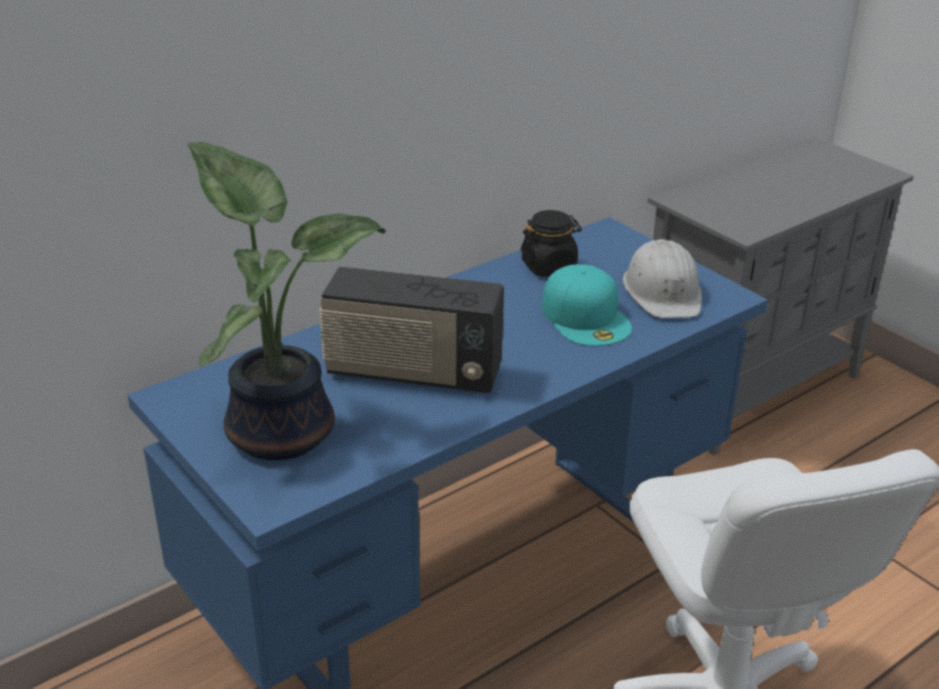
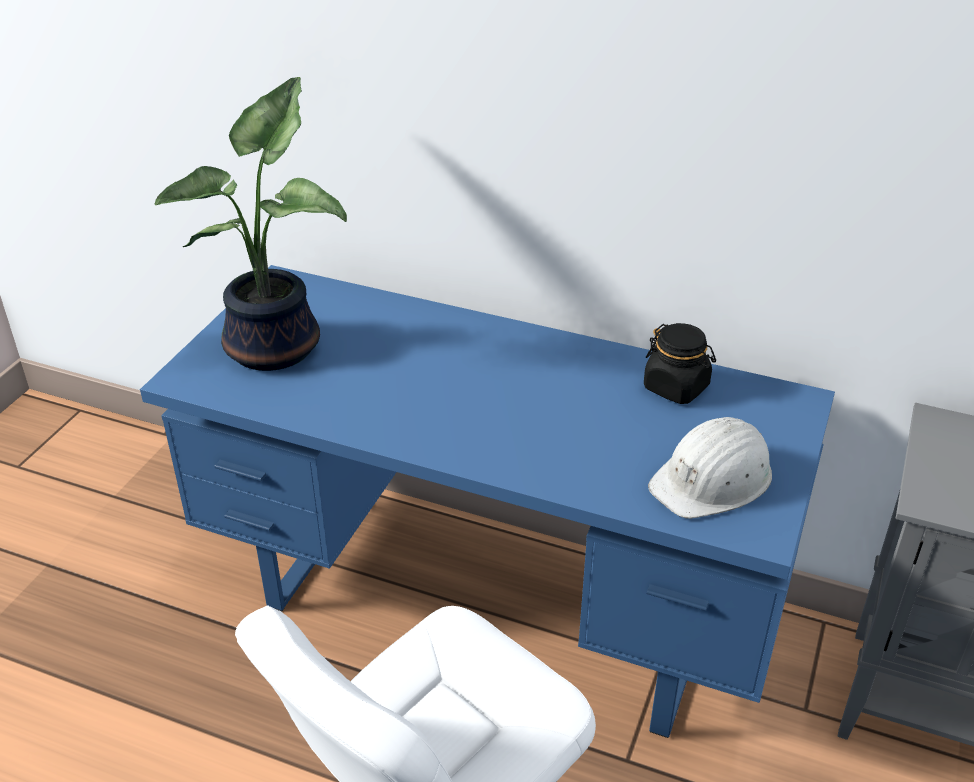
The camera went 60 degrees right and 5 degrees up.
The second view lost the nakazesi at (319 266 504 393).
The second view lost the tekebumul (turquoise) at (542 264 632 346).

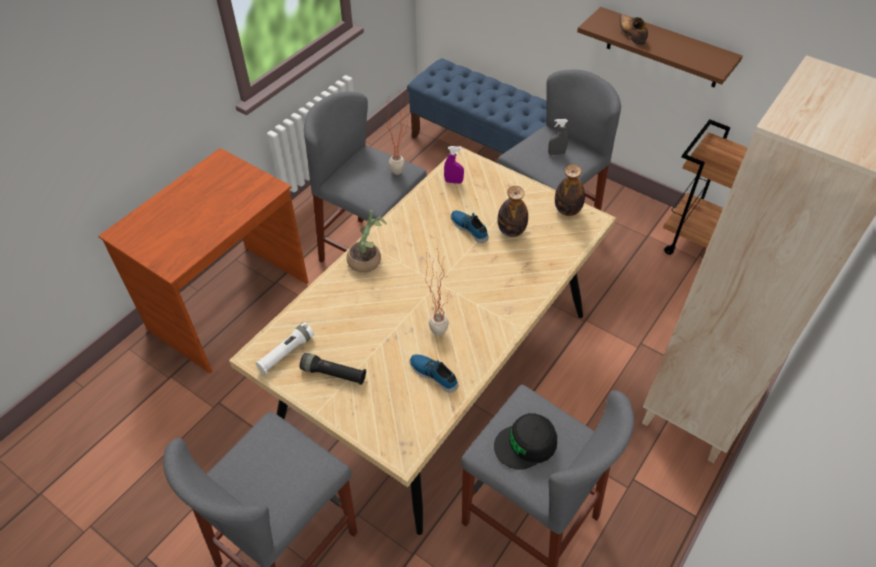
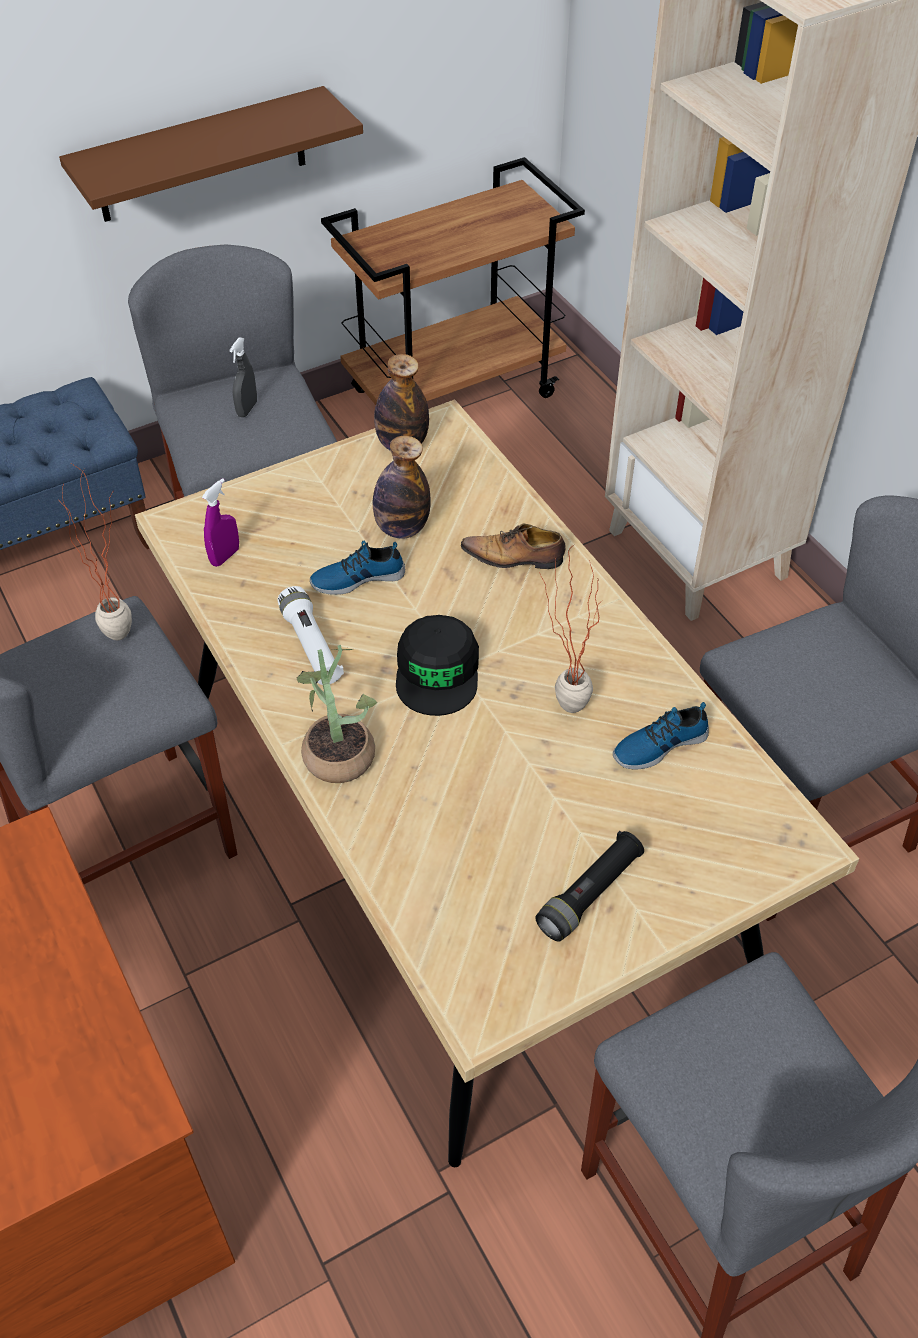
The camera went 65 degrees left and 0 degrees up.
The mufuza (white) ended up elsewhere, having gone from (255 323 314 374) to (278 586 344 685).
The tekebumul (black) ended up elsewhere, having gone from (494 413 557 470) to (396 615 479 716).
The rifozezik ended up elsewhere, having gone from (620 14 648 45) to (461 523 566 569).

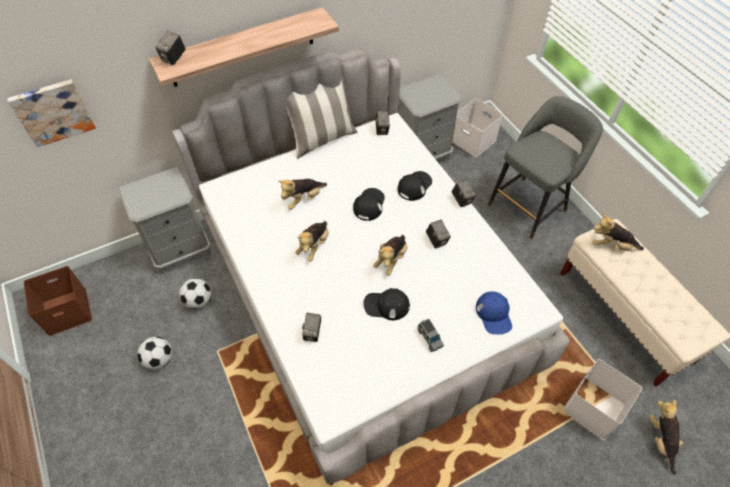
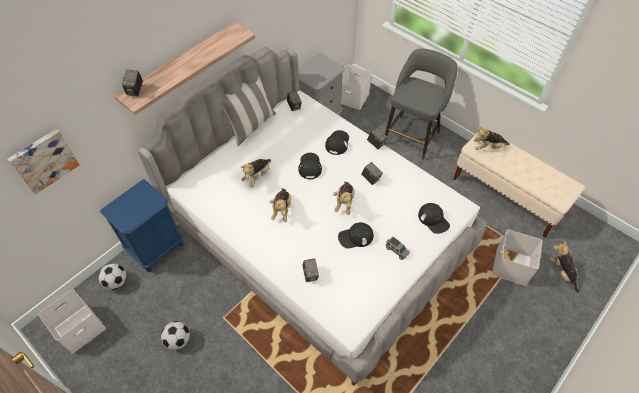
The camera went 20 degrees left and 0 degrees up.
What was the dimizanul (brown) at (24 266 92 336) turned into the dimizanul (white) at (38 289 105 354).
The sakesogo ended up elsewhere, having gone from (179 278 211 309) to (98 263 127 290).
What was the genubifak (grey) at (118 167 211 274) turned into the genubifak (blue) at (100 179 184 272).
What was the tekebumul (blue) at (476 291 512 335) turned into the tekebumul (black) at (418 203 450 234).

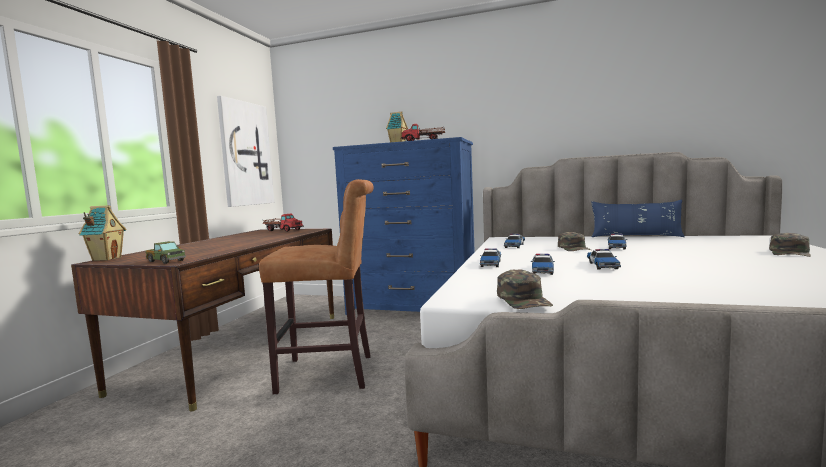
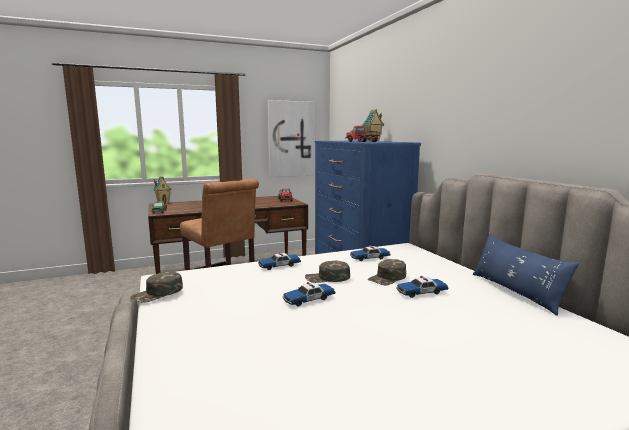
The camera went 50 degrees right and 5 degrees up.
The tekebumul (green) ended up elsewhere, having gone from (769 233 811 257) to (305 260 350 283).
The second view lost the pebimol at (531 254 555 275).

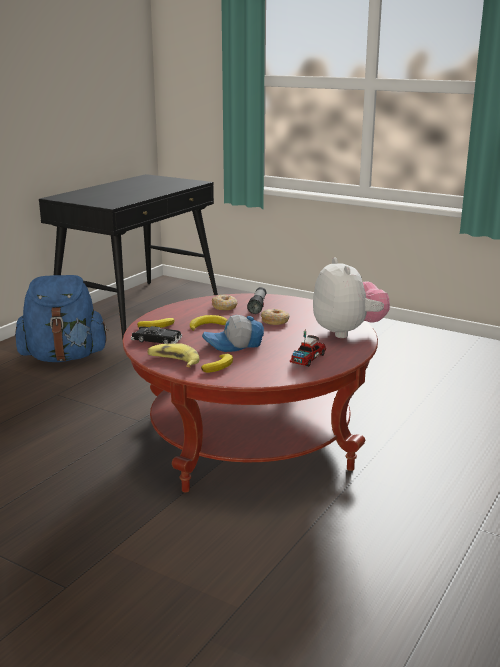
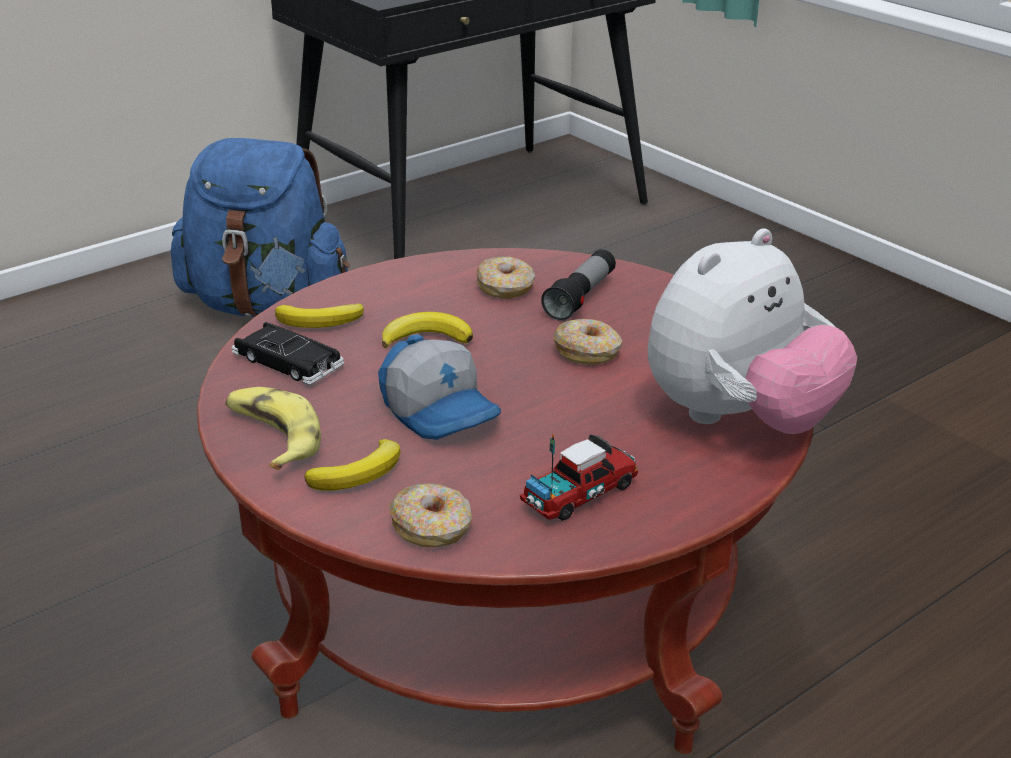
The camera went 20 degrees right and 10 degrees up.
The tekebumul at (202 315 264 352) ended up facing another way, 135 degrees counterclockwise from before.
The second view gained the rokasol at (390 483 473 547).
The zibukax at (313 257 390 338) ended up facing another way, 45 degrees clockwise from before.

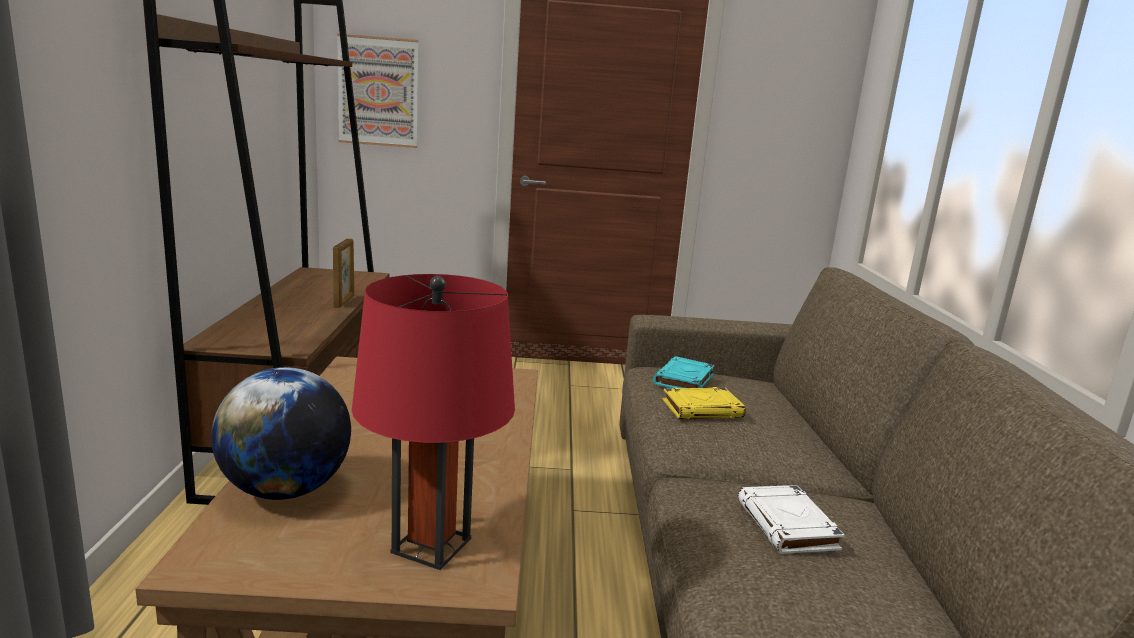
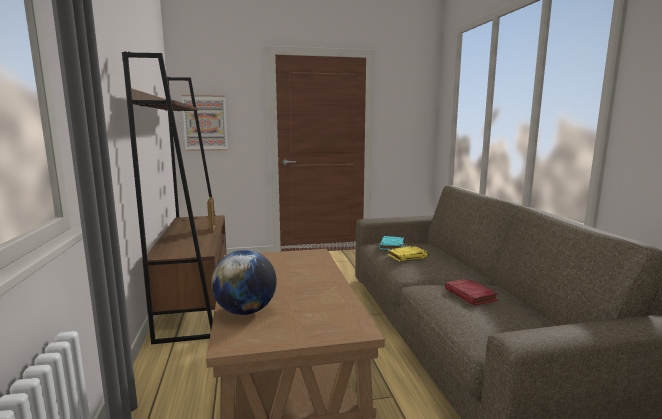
The camera went 10 degrees left and 5 degrees down.
What was the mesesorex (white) at (738 485 845 554) turned into the mesesorex (red) at (445 278 498 306).
The second view lost the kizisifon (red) at (351 274 515 570).

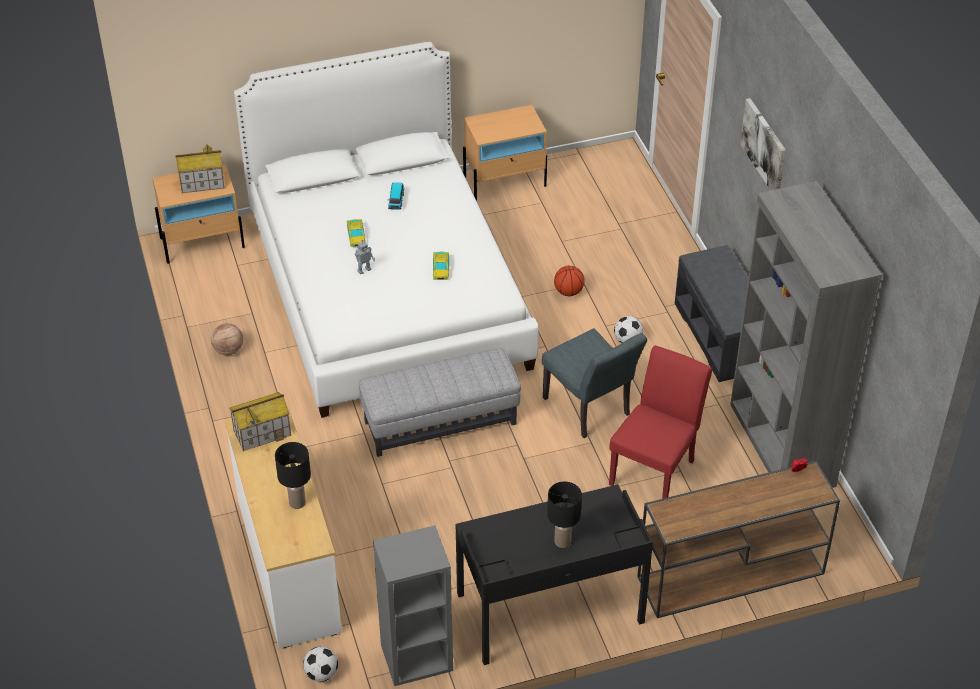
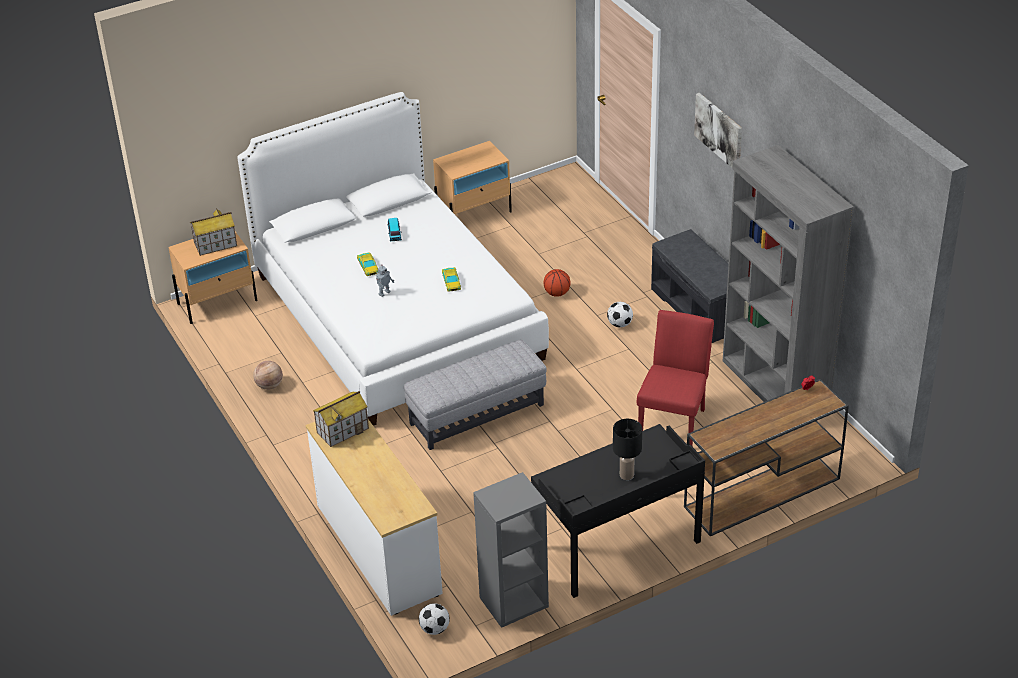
The camera went 10 degrees left and 5 degrees down.
The second view lost the kizisifon (black) at (275 442 311 509).
The second view lost the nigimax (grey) at (542 329 647 438).

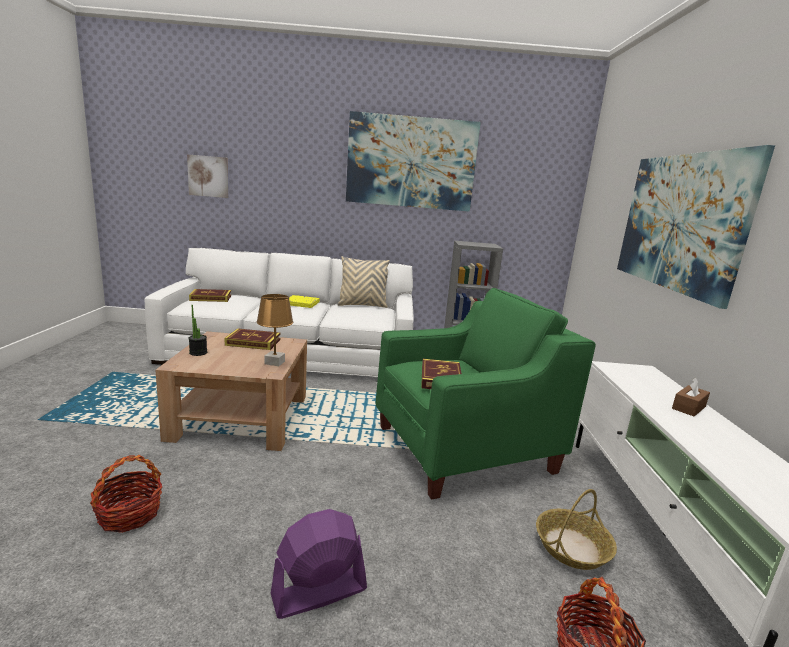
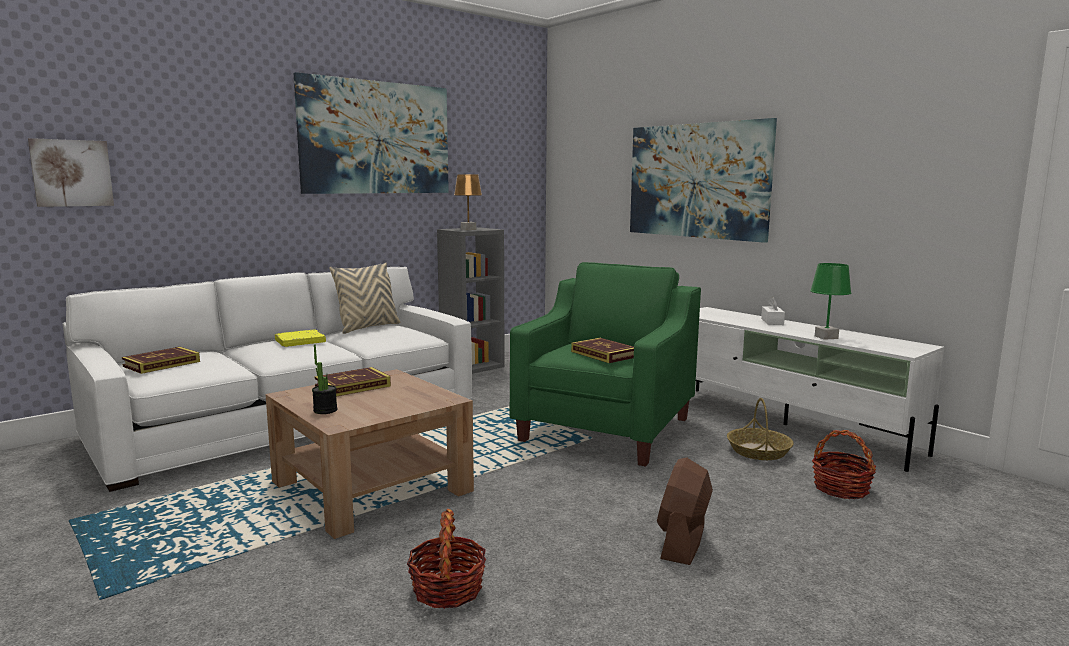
The camera went 40 degrees left and 5 degrees down.
The kizisifon (brown) ended up elsewhere, having gone from (257 294 293 366) to (454 174 482 230).
What was the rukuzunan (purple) at (271 509 367 619) turned into the rukuzunan (brown) at (657 457 713 565).
What was the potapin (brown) at (672 377 710 416) turned into the potapin (white) at (761 297 785 325).
The second view gained the kizisifon (green) at (810 263 851 340).

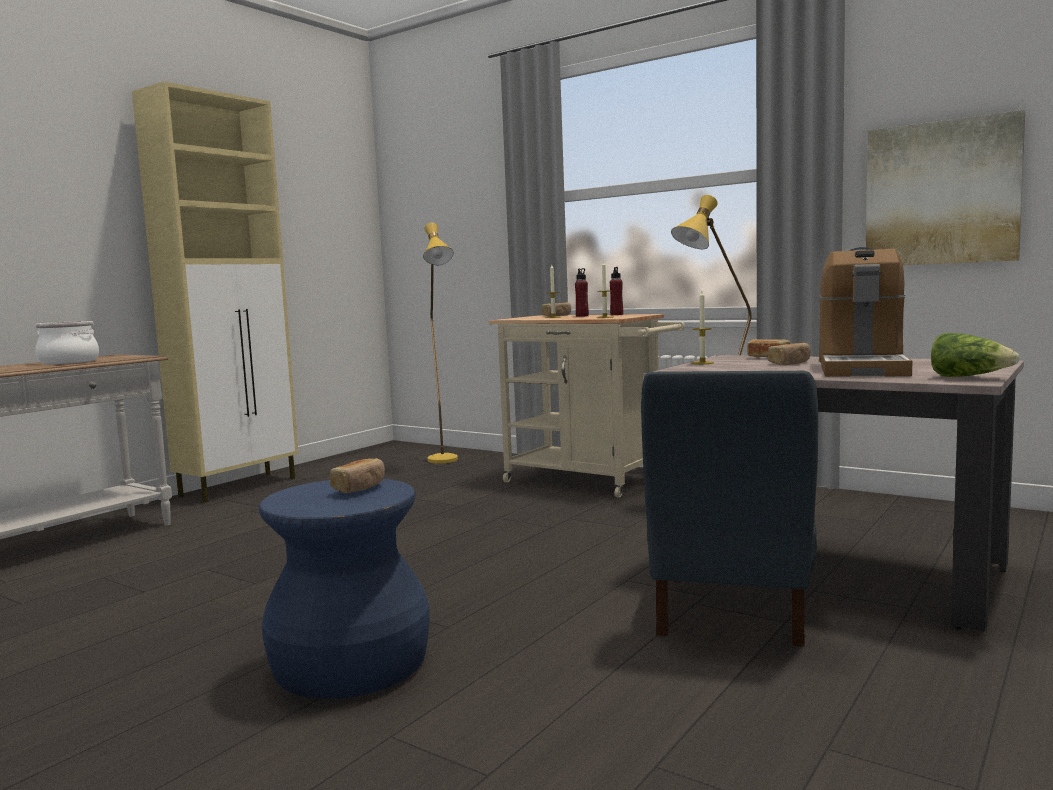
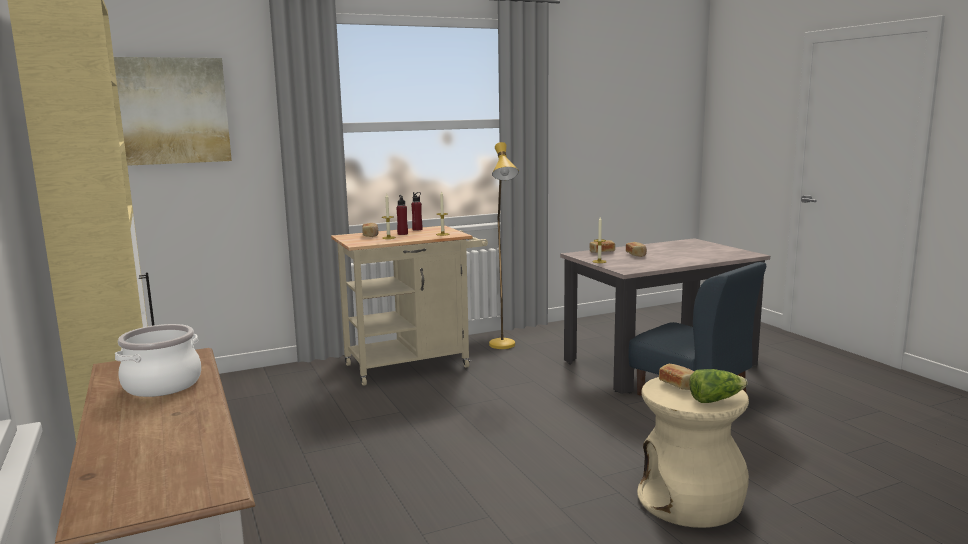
The camera went 60 degrees left and 5 degrees up.
The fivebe ended up elsewhere, having gone from (866 110 1025 265) to (114 57 232 166).
What was the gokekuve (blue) at (259 479 430 699) turned into the gokekuve (beige) at (637 377 749 528).
The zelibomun ended up elsewhere, having gone from (931 333 1019 377) to (689 369 748 403).
The second view lost the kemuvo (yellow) at (423 222 458 464).
The second view lost the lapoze at (819 247 912 377).

